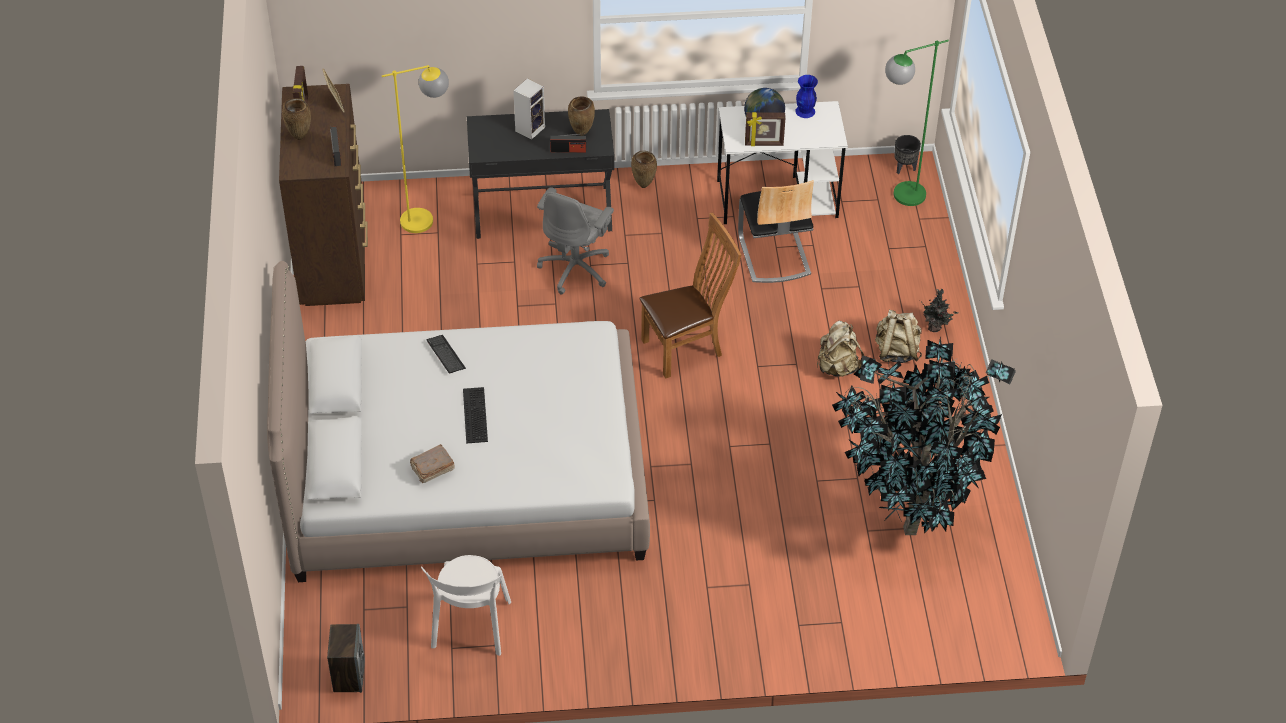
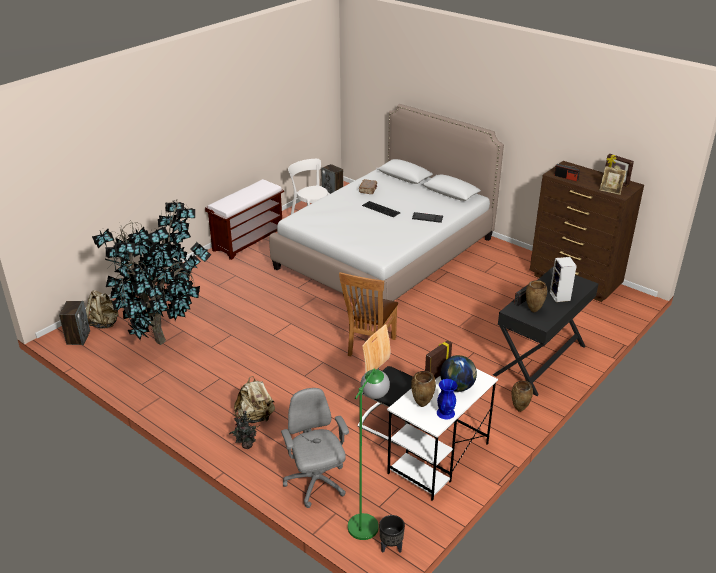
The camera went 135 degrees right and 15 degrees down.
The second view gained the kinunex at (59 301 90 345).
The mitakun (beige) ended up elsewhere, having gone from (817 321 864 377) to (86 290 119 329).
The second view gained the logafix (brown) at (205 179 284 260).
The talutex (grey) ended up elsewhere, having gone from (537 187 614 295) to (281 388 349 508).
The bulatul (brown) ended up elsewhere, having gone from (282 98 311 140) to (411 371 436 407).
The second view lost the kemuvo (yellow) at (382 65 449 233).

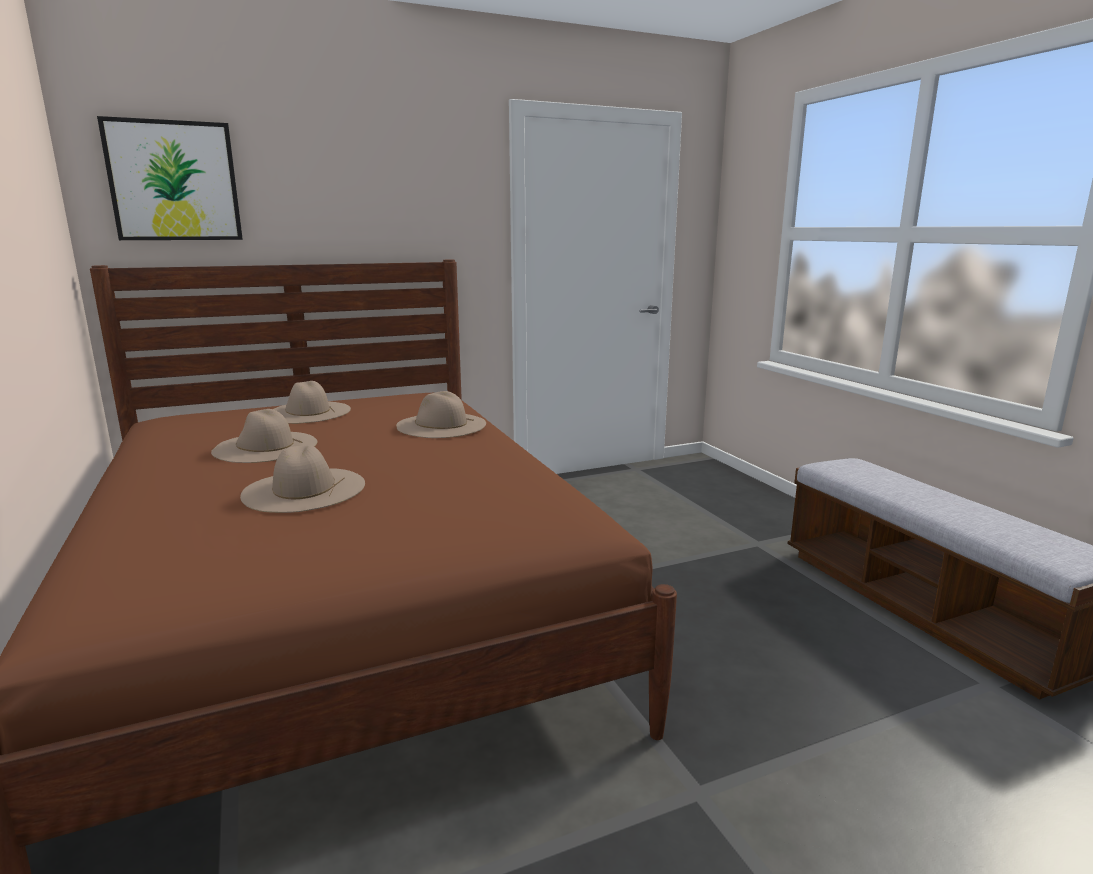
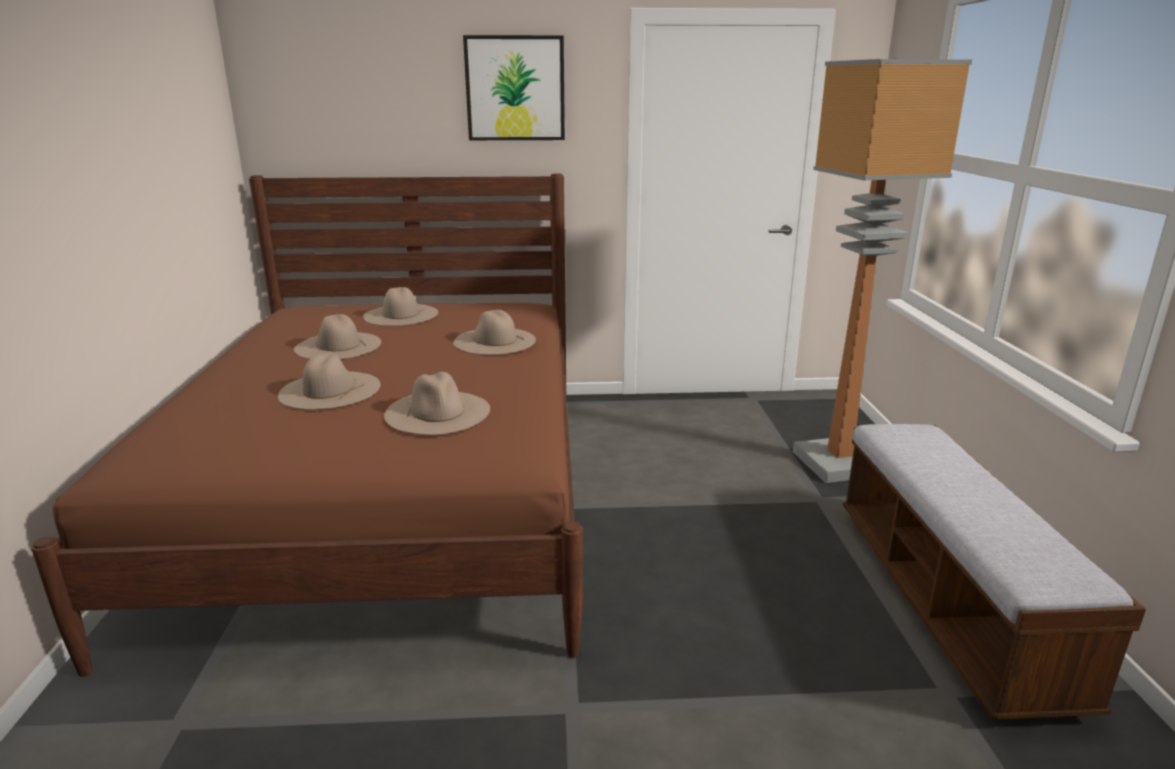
The camera went 20 degrees right and 5 degrees up.
The second view gained the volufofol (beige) at (384 372 490 435).
The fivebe ended up elsewhere, having gone from (97 116 243 240) to (463 35 565 140).
The second view gained the kemuvo at (793 59 972 483).

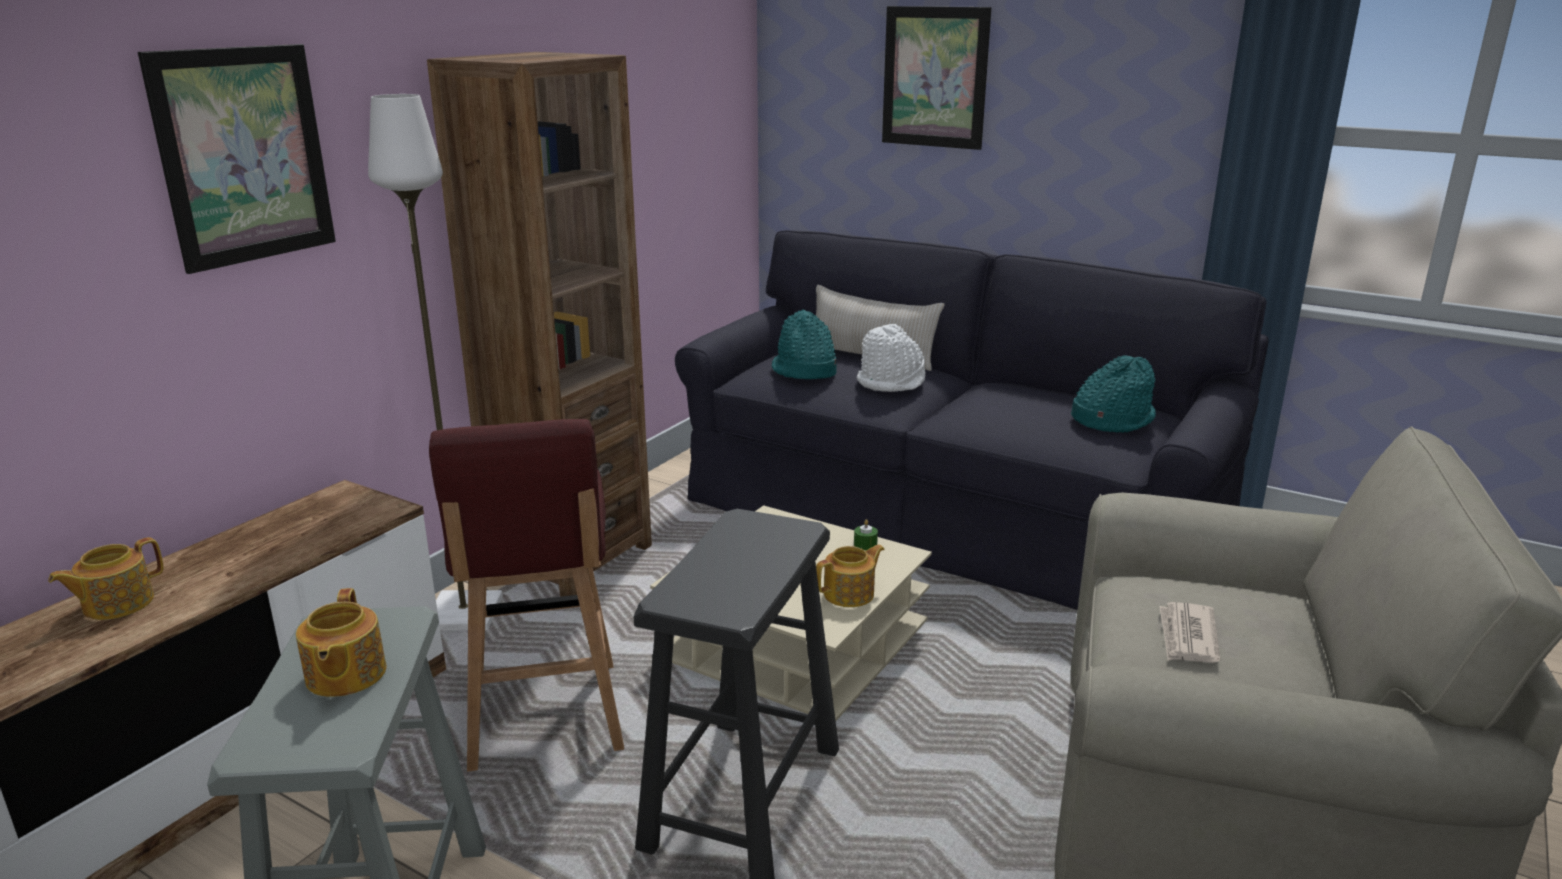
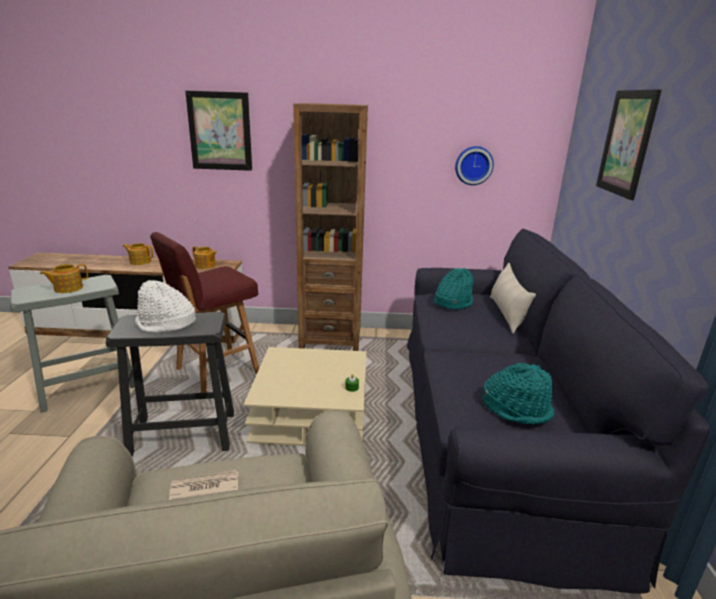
The camera went 60 degrees right and 0 degrees up.
The volufofol (white) ended up elsewhere, having gone from (857 324 926 392) to (135 280 196 333).
The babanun ended up elsewhere, having gone from (816 545 885 607) to (192 246 217 269).
The second view gained the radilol at (455 146 494 185).
The second view lost the kemuvo (white) at (368 94 503 631).

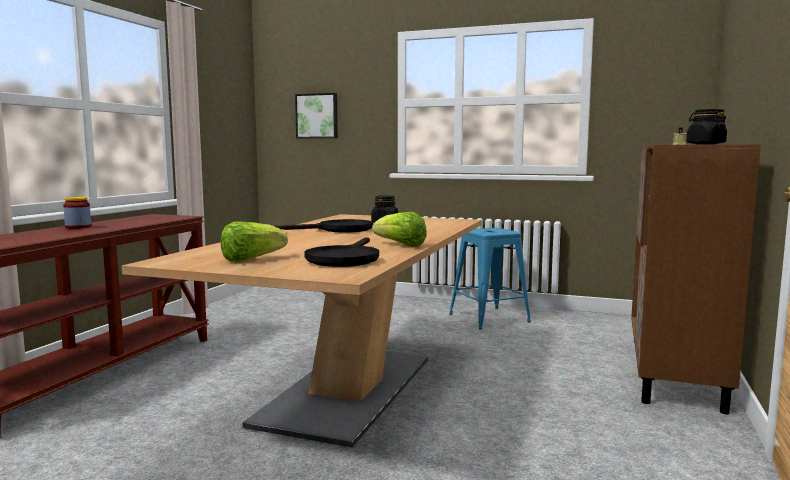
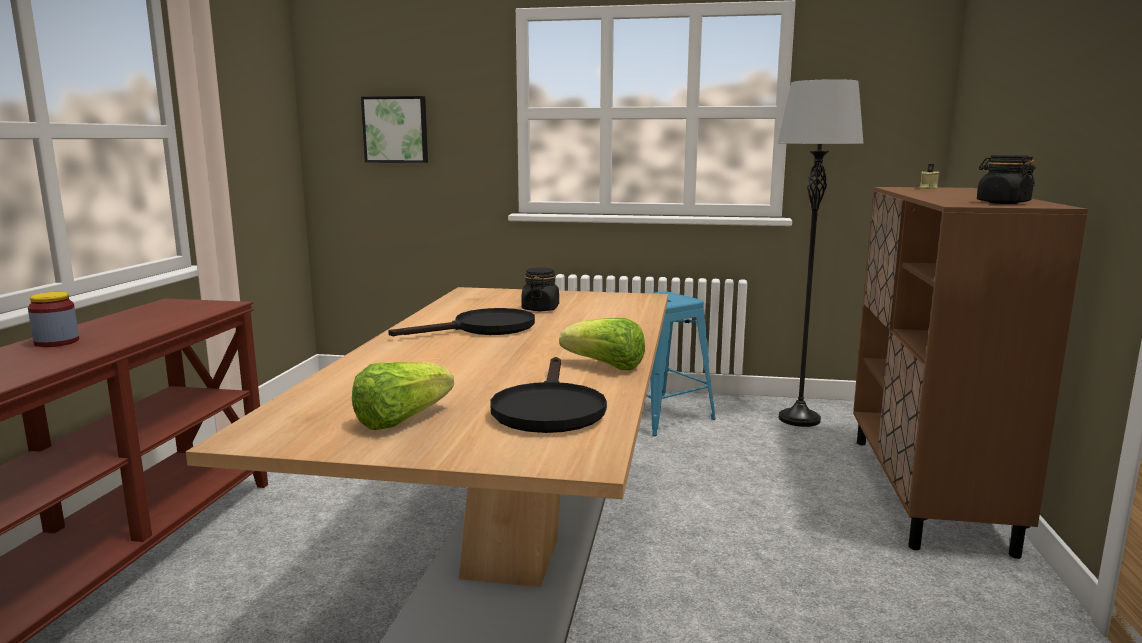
The camera went 10 degrees left and 5 degrees up.
The second view gained the kemuvo (grey) at (778 79 864 427).

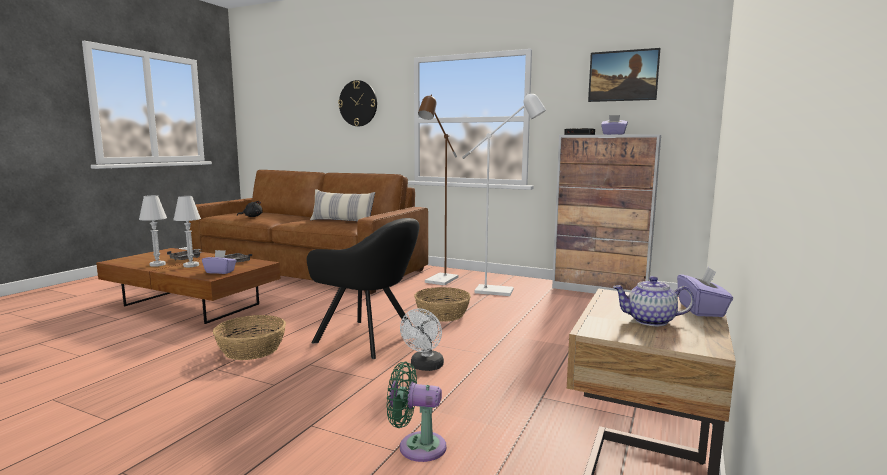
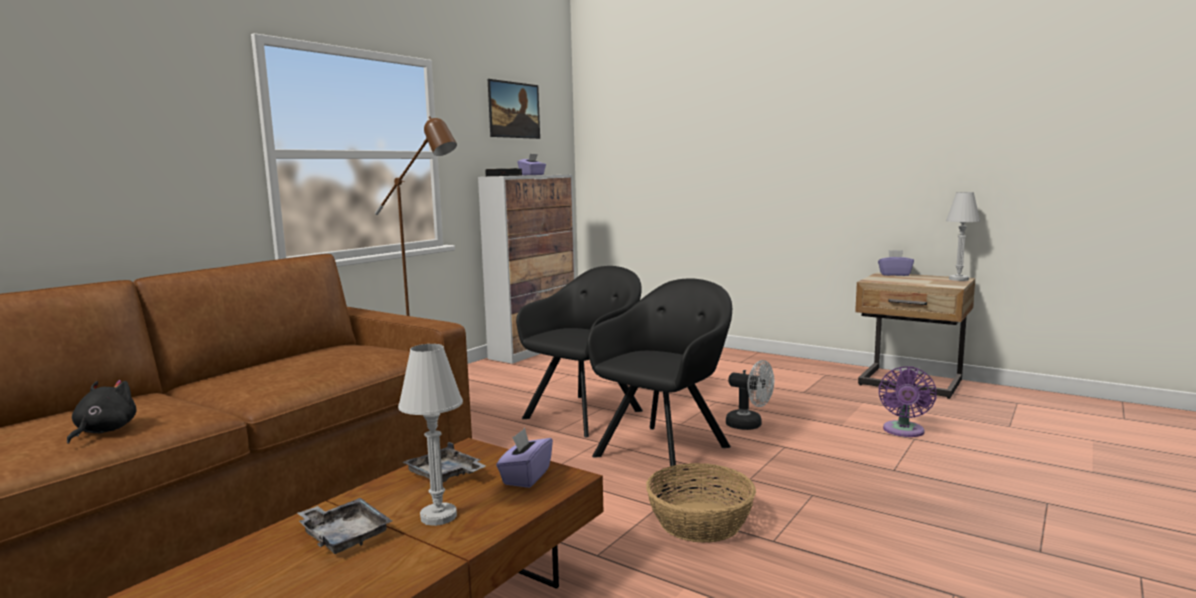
The camera went 80 degrees left and 0 degrees up.
Where the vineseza stood at (414 287 471 322), the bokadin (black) came to stand at (516 266 643 438).
What was the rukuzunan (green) at (386 362 447 462) turned into the rukuzunan (purple) at (879 366 937 437).
The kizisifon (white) ended up elsewhere, having gone from (139 195 167 267) to (946 192 980 281).
The second view lost the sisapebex at (310 189 375 221).
The second view lost the radilol at (338 80 377 126).
The second view lost the kemuvo (white) at (462 92 546 296).
The second view lost the babanun at (613 276 694 326).

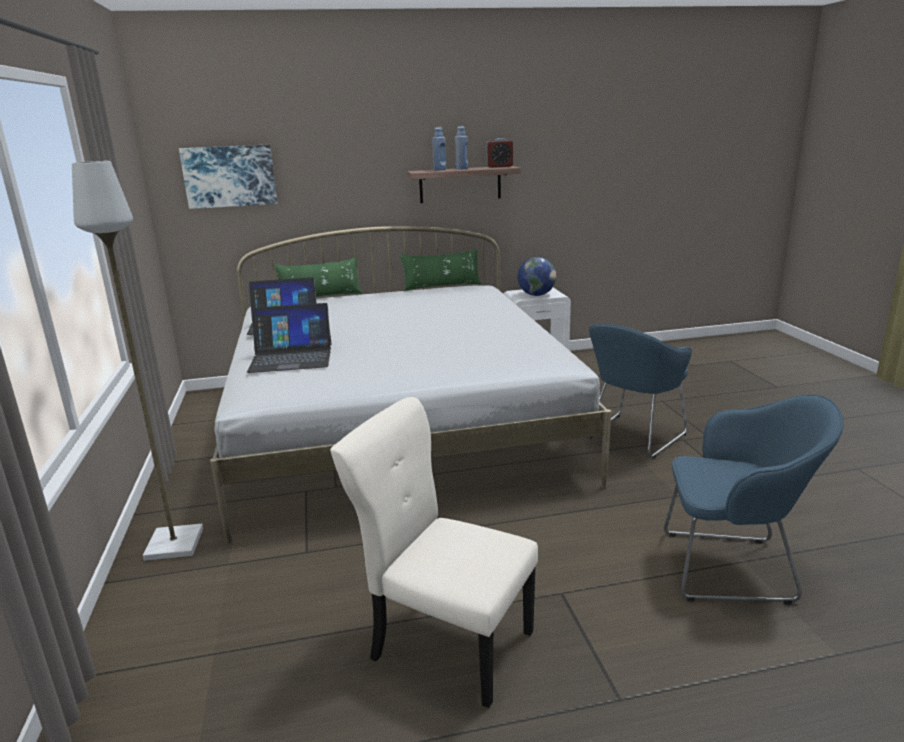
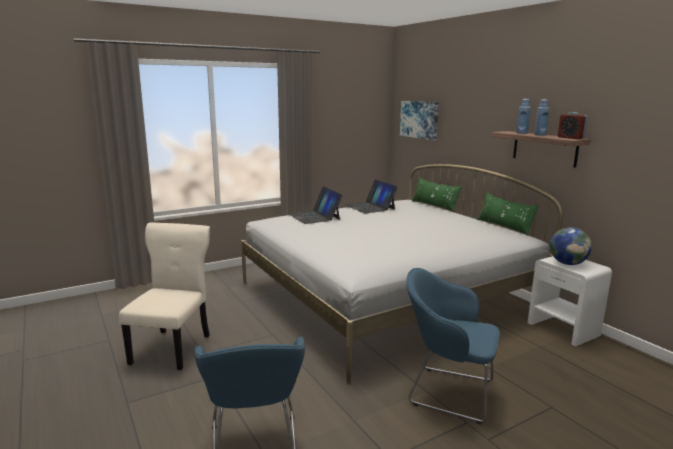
The camera went 70 degrees right and 5 degrees down.
The second view lost the kemuvo (grey) at (72 161 203 561).

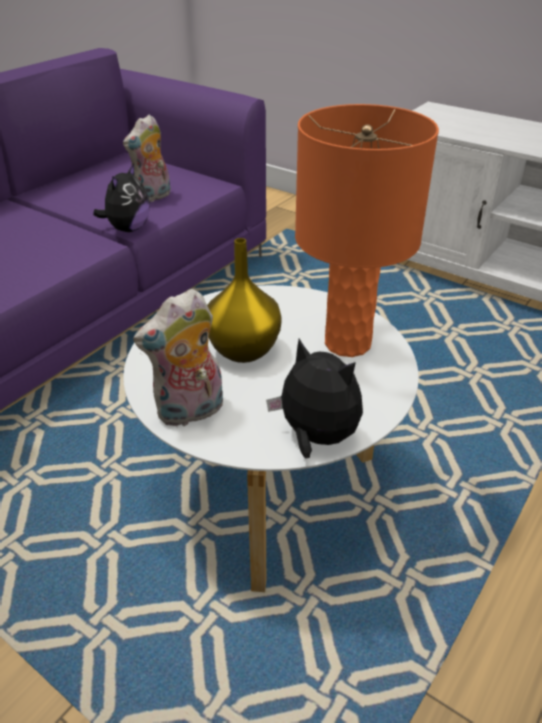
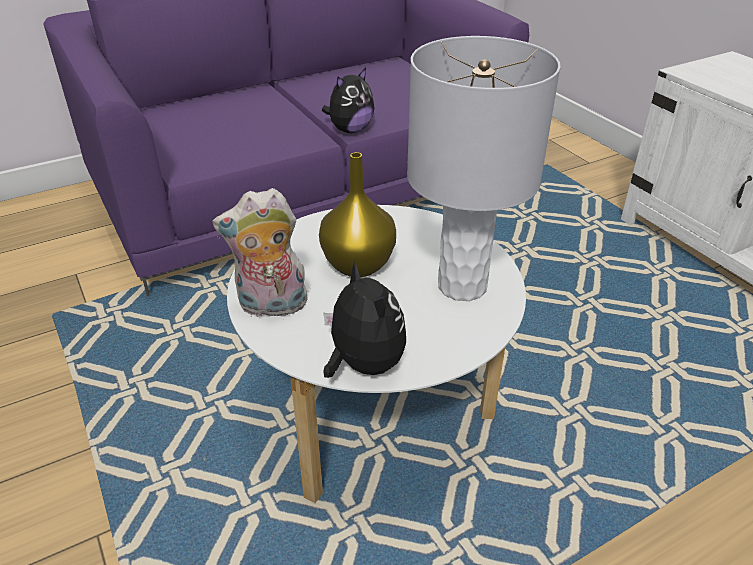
The camera went 25 degrees right and 0 degrees up.
What was the kizisifon (orange) at (295 104 439 357) turned into the kizisifon (grey) at (407 36 561 301).
The second view lost the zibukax at (123 115 171 202).

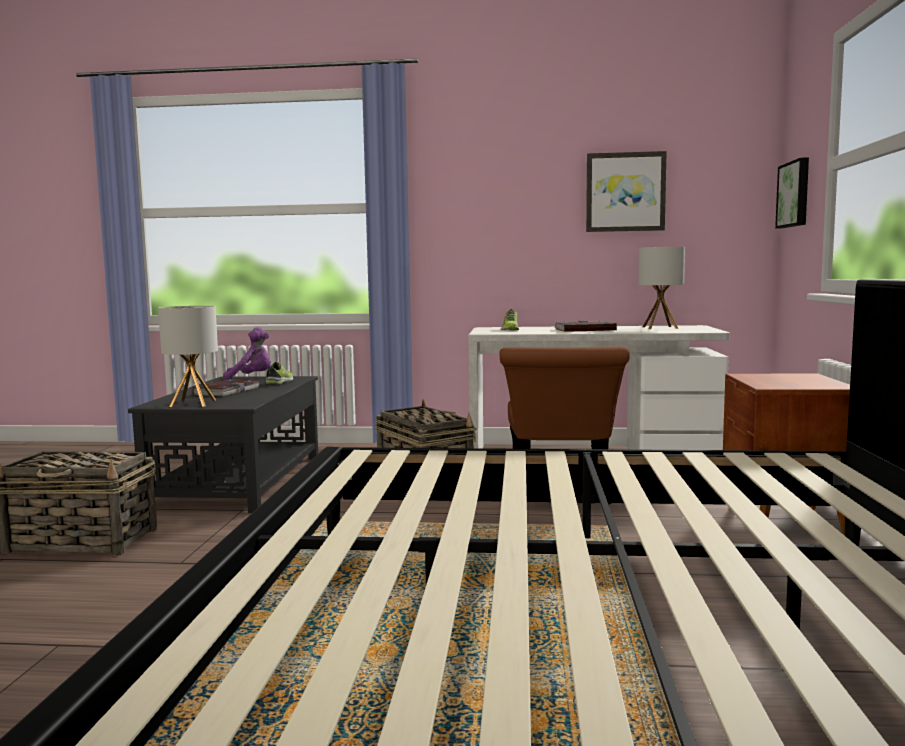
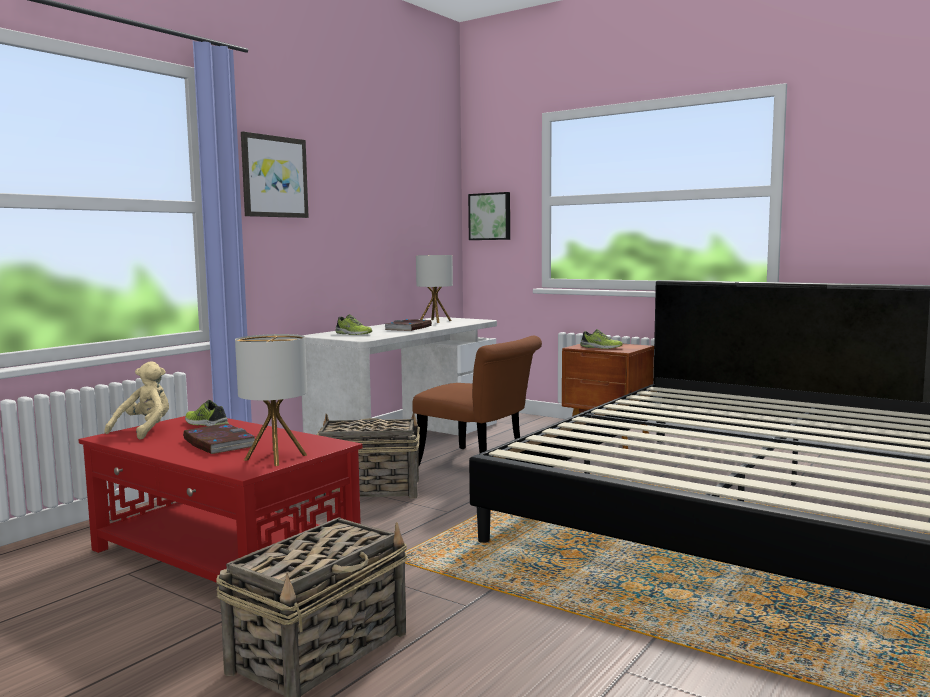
The camera went 60 degrees left and 0 degrees up.
What was the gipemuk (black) at (128 376 318 513) turned into the gipemuk (red) at (79 416 362 582).
What was the zibukax (purple) at (223 327 271 380) turned into the zibukax (beige) at (104 361 169 440).
The fivebe ended up elsewhere, having gone from (586 151 667 232) to (241 132 309 218).
The second view gained the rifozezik at (580 329 622 349).

